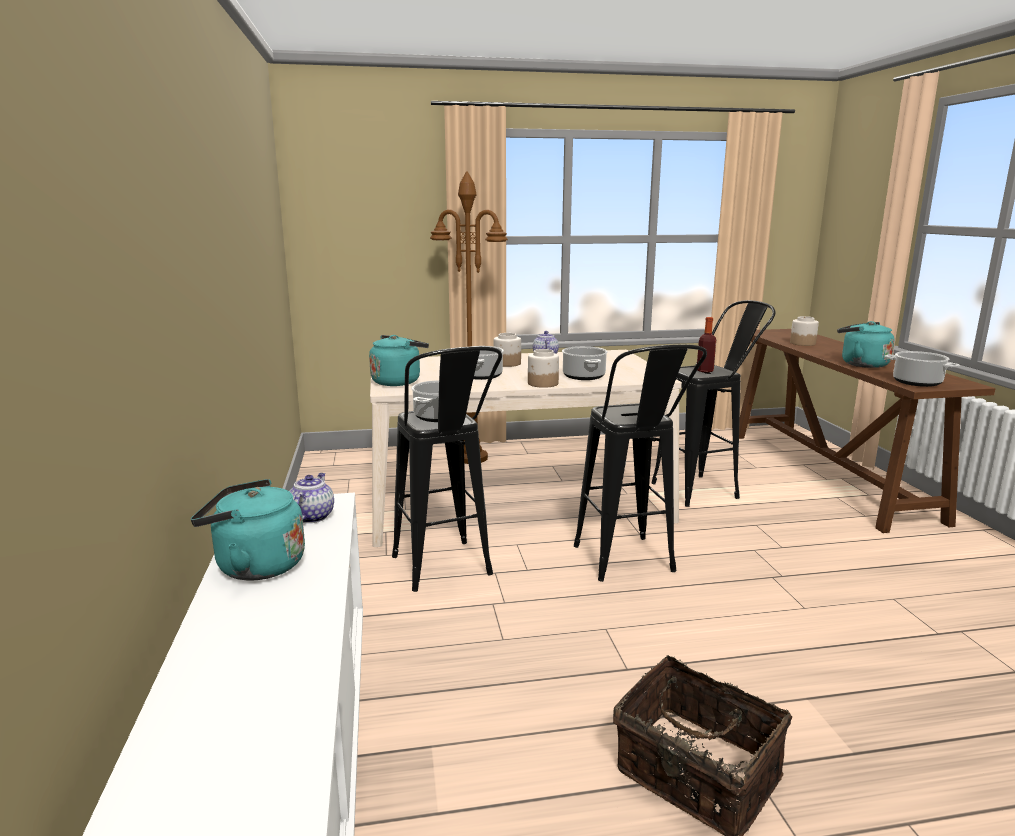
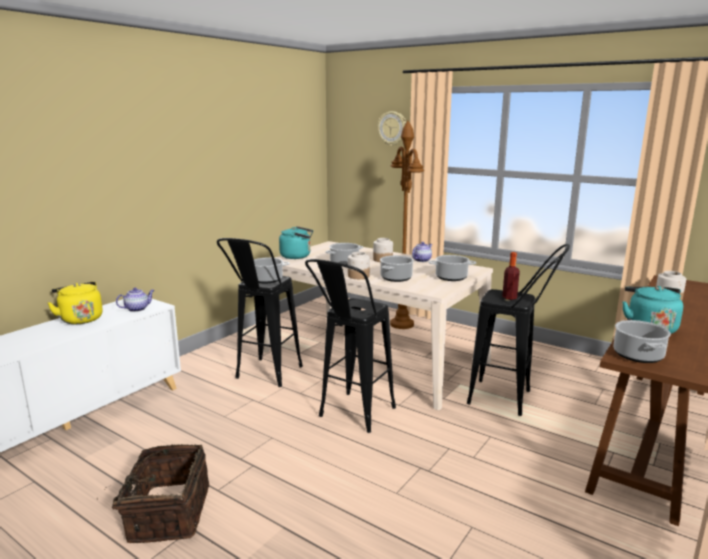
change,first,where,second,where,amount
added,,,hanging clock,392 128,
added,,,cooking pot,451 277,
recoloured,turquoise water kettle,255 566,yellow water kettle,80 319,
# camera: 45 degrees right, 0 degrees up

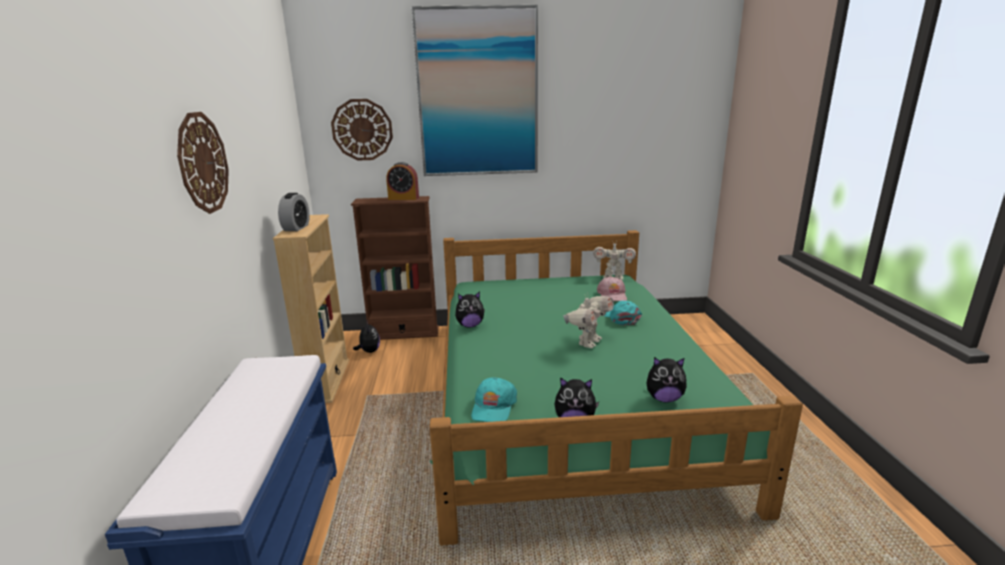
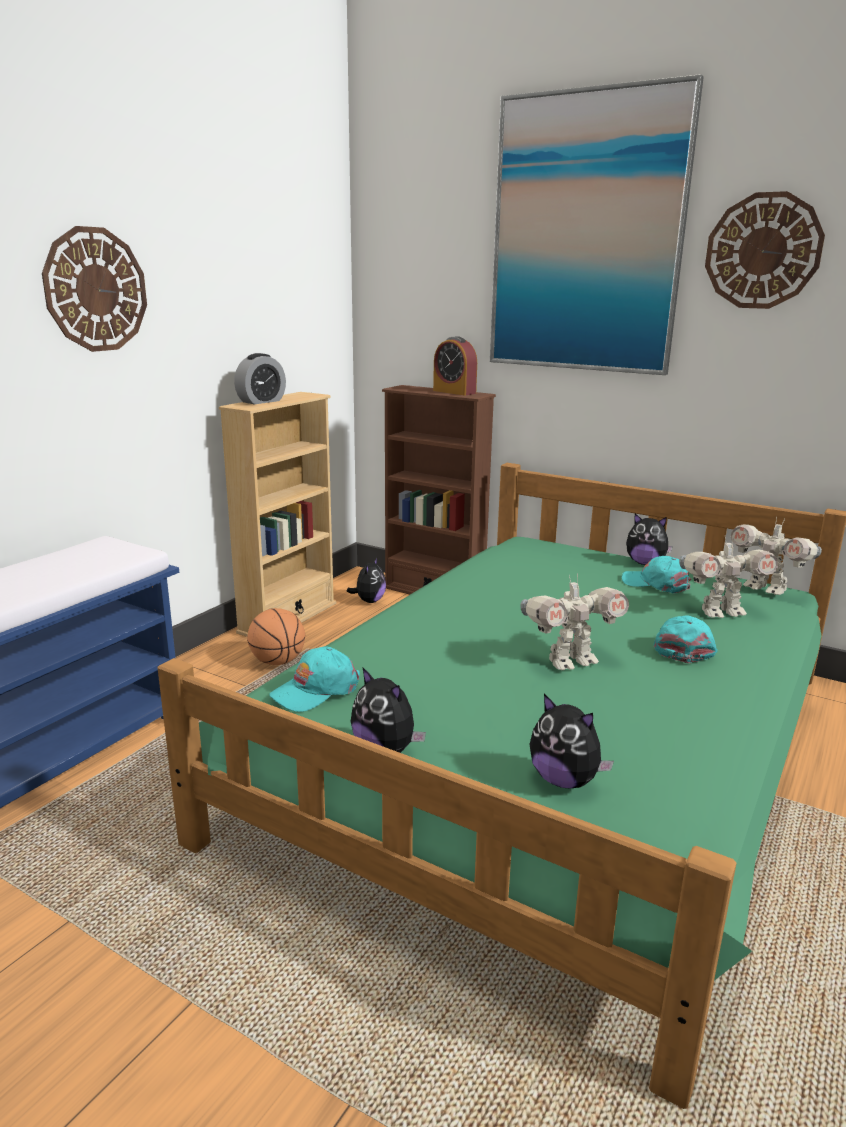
change,first,where,second,where,amount
added,,,ball for basketball,277 662,
added,,,turquoise cap,656 584,
moved,hanging clock,362 130,,763 251,
moved,soft toy,470 325,,645 563,
replaced,pinkish cap,612 295,toy robot,720 612,
# camera: 35 degrees right, 0 degrees up

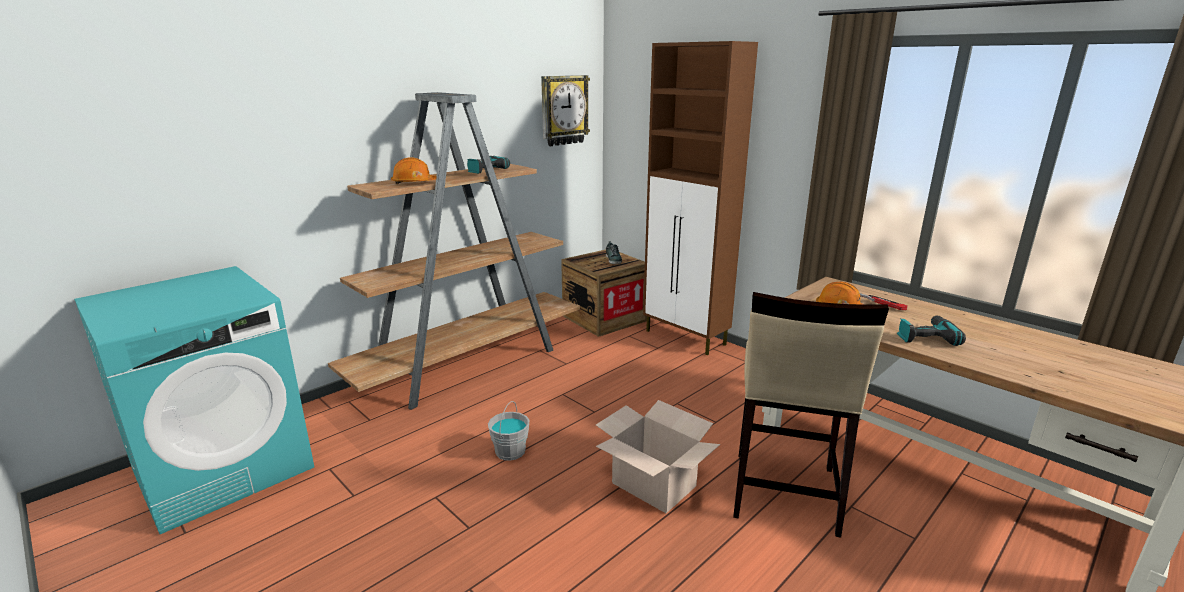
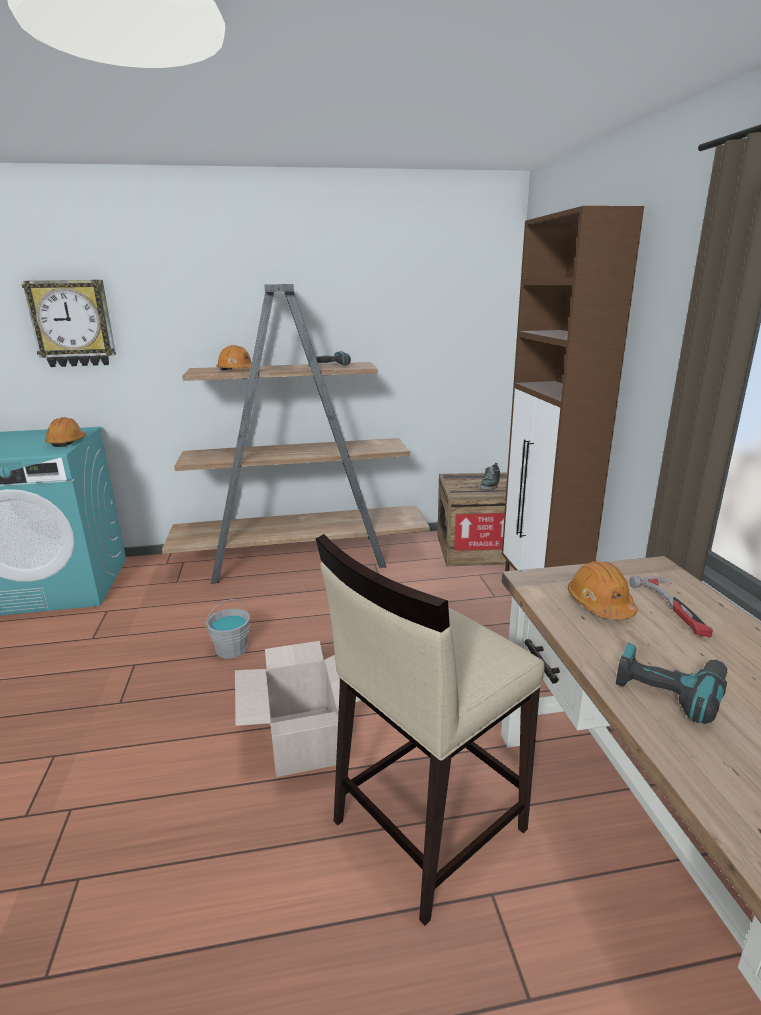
change,first,where,second,where,amount
added,,,orange safety helmet,67 442,
moved,hanging clock,564 110,,73 324,
# camera: 35 degrees right, 0 degrees up

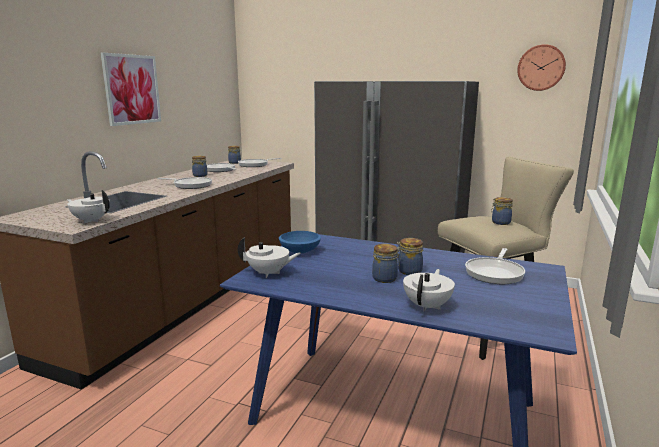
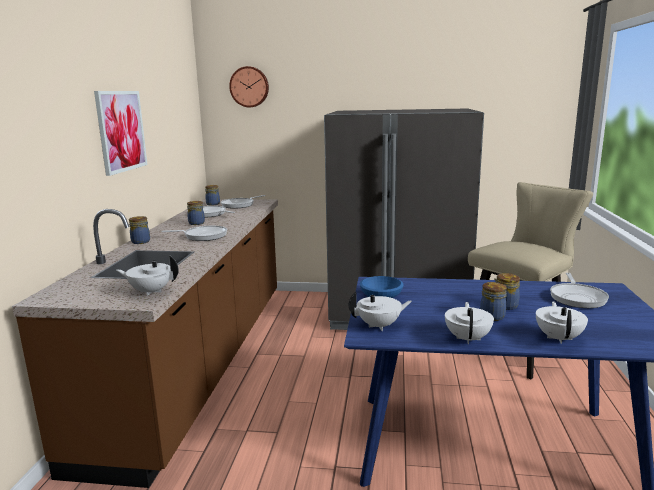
change,first,where,second,where,amount
added,,,whitish pot for tea,468 338,
moved,preserve jar,500 222,,140 241,
moved,hanging clock,541 68,,249 87,
# camera: 15 degrees left, 0 degrees up

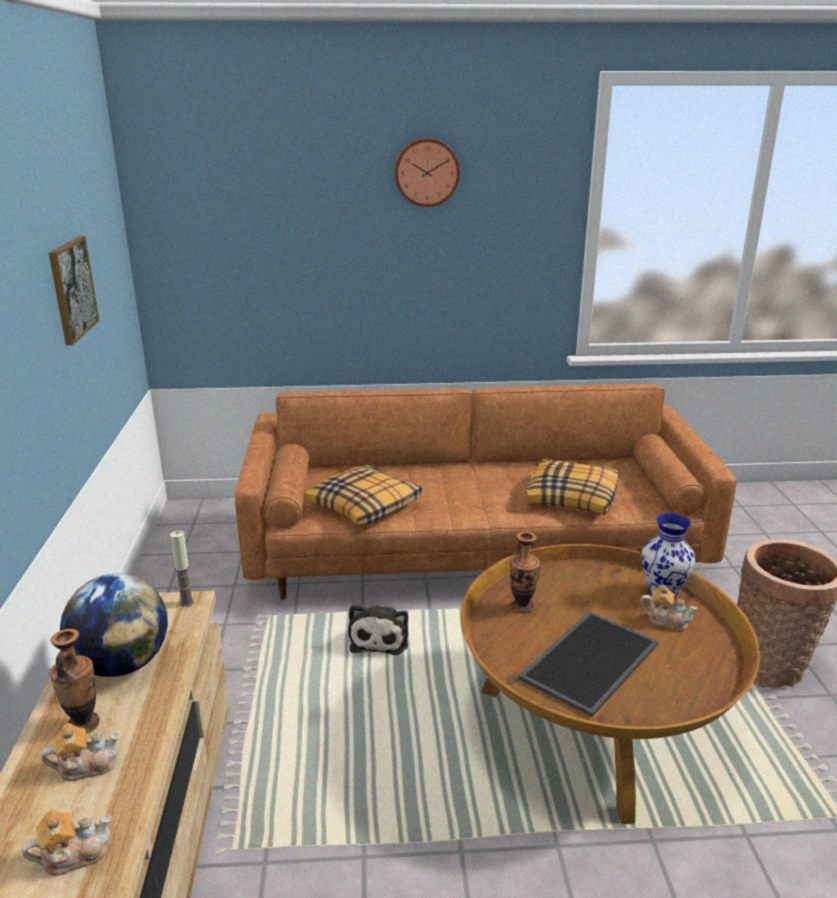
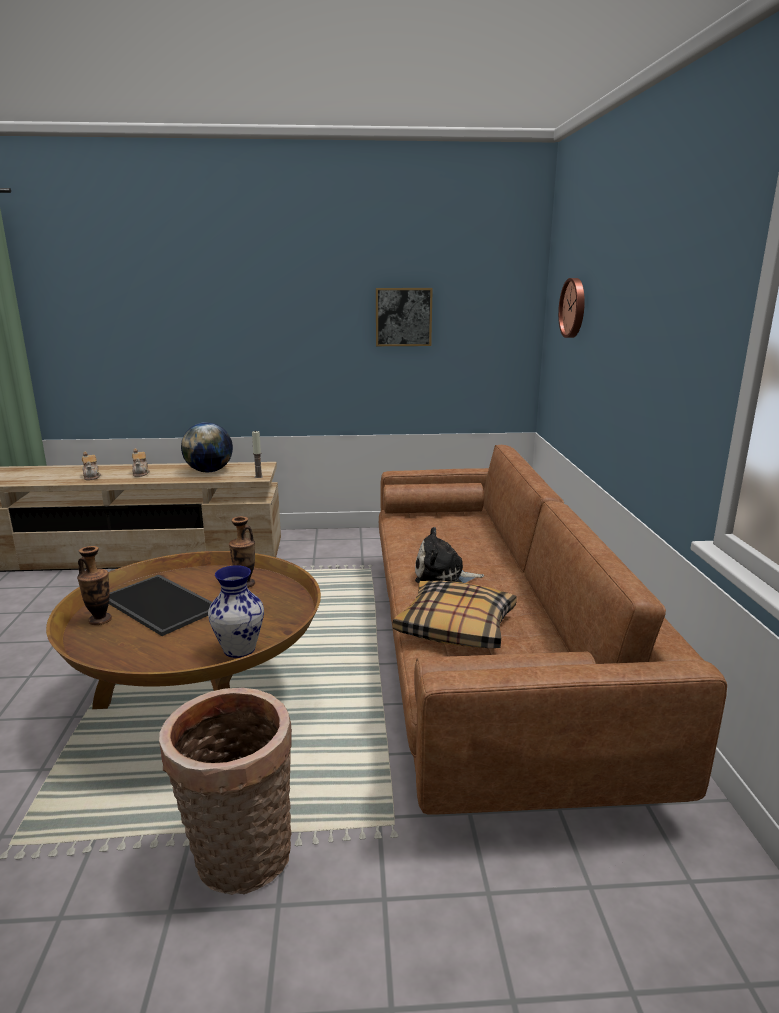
change,first,where,second,where,amount
removed,cushion,364 506,,,
removed,pot for tea,666 620,,,
moved,flower vase,83 724,,100 620,
moved,soft toy,380 638,,443 577,
moved,hanging clock,426 172,,574 308,
# camera: 90 degrees right, 5 degrees down

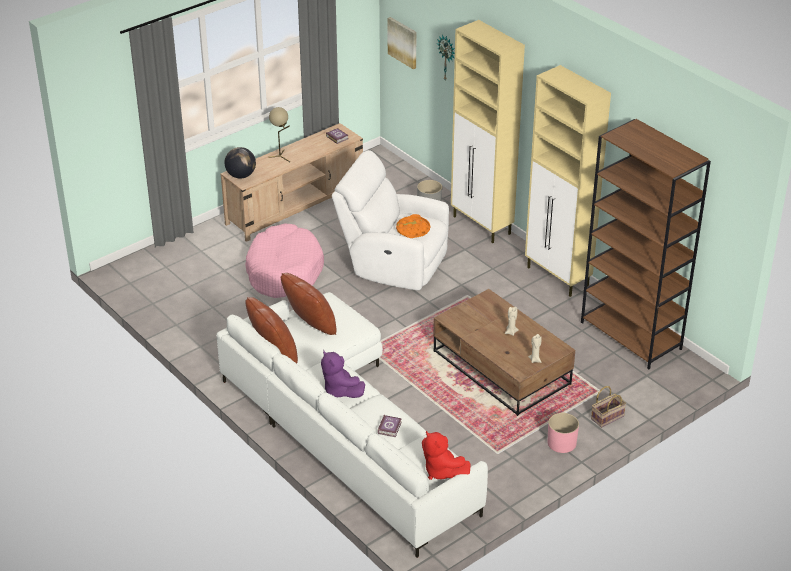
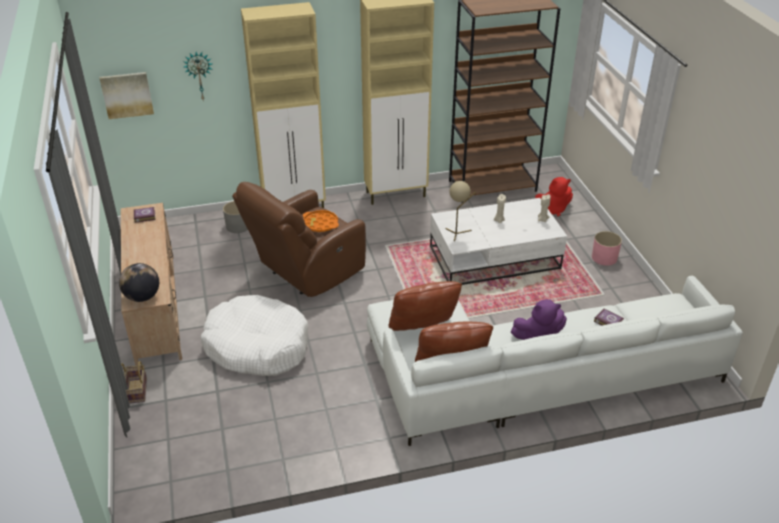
change,first,where,second,where,amount
moved,beige-coloured lamp for a table,281 157,,458 233,
moved,red-coloured soft toy,441 471,,552 209,
moved,storage basket,607 417,,136 390,
recoloured,pinkish dog cushion,284 271,whitish dog cushion,257 346,
recoloured,whitish armchair,393 263,brown armchair,305 272,
recoloured,brown low table,500 367,whitish low table,493 258,
# camera: 65 degrees left, 0 degrees up

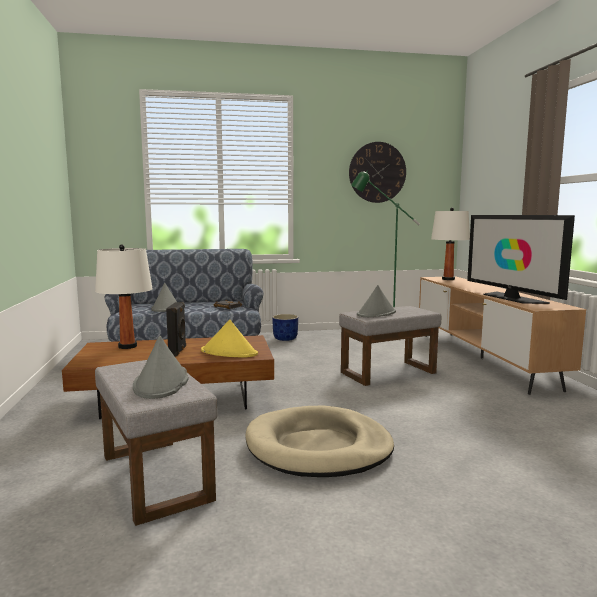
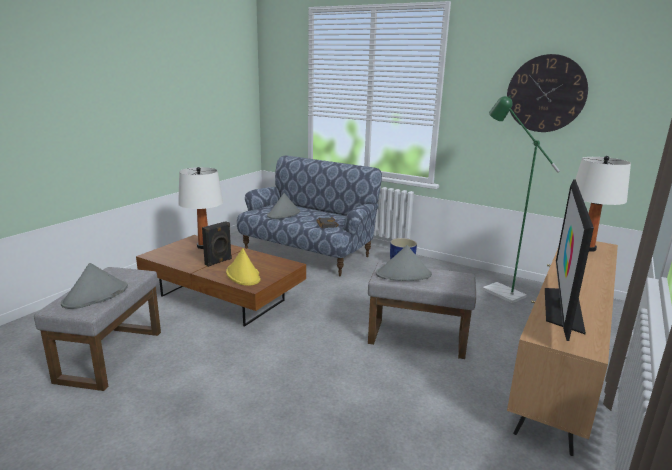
change,first,where,second,where,amount
removed,beige-coloured dog cushion,318 447,,,
# camera: 40 degrees right, 10 degrees up

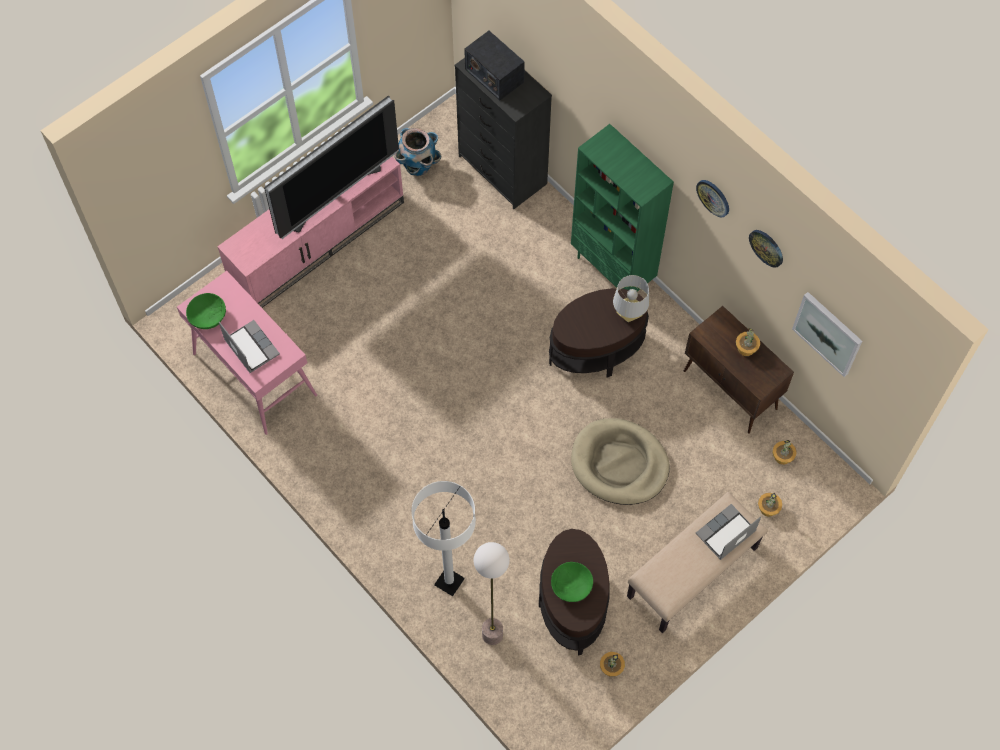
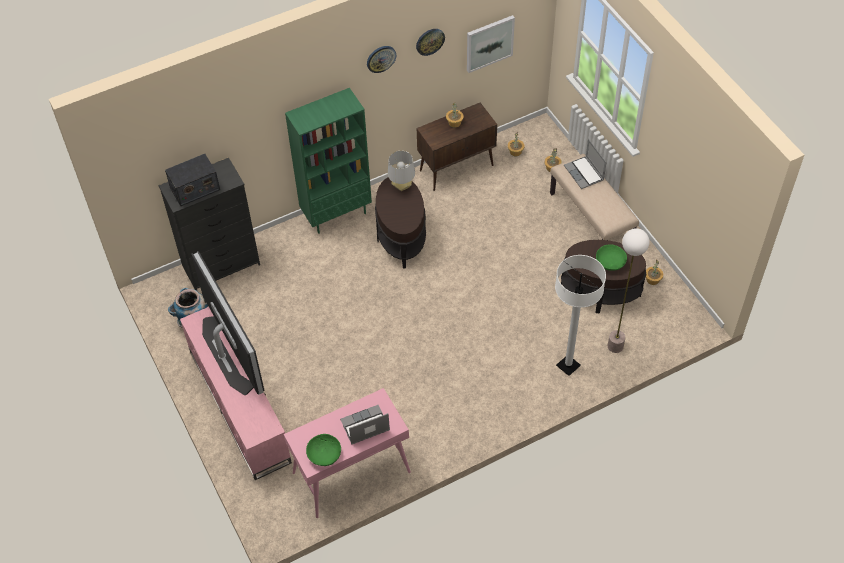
change,first,where,second,where,amount
removed,beige-coloured dog cushion,619 464,,,
# camera: 75 degrees left, 10 degrees down

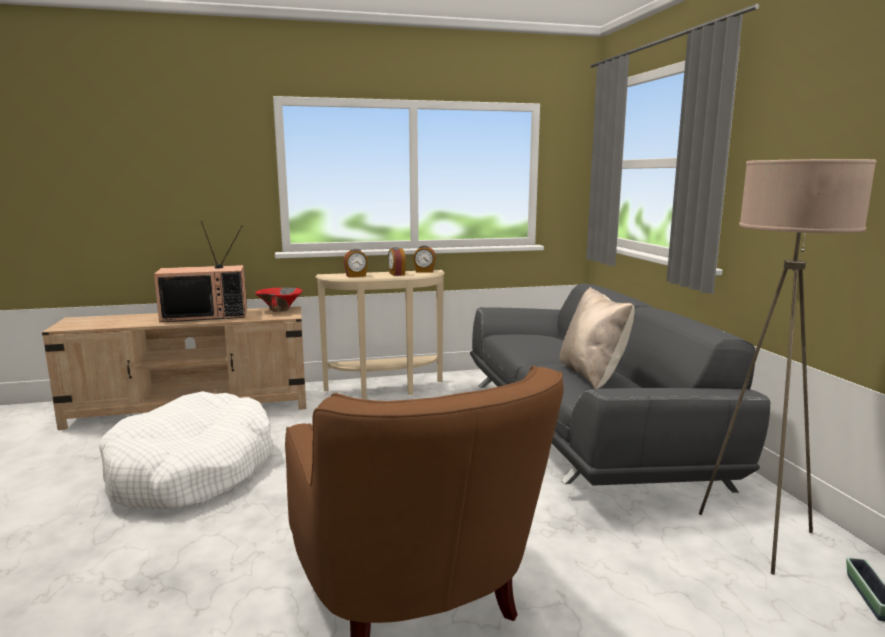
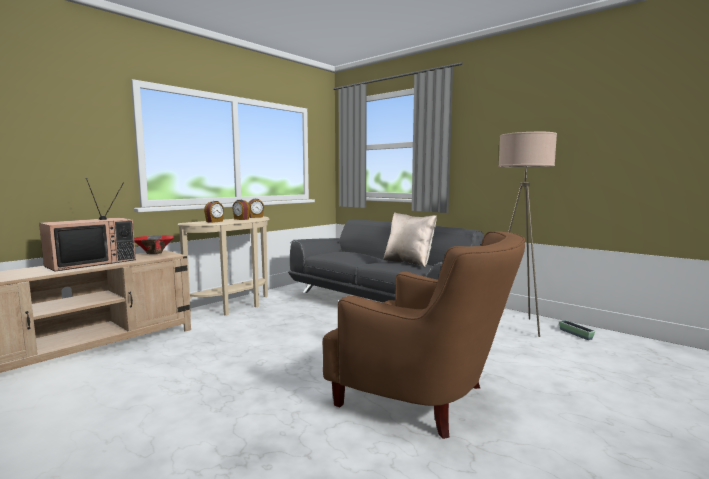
change,first,where,second,where,amount
removed,whitish dog cushion,192 471,,,
# camera: 35 degrees left, 5 degrees down

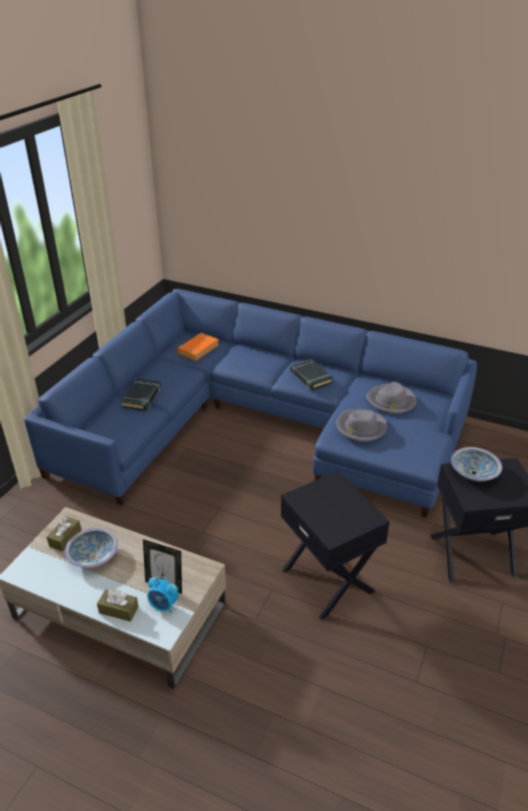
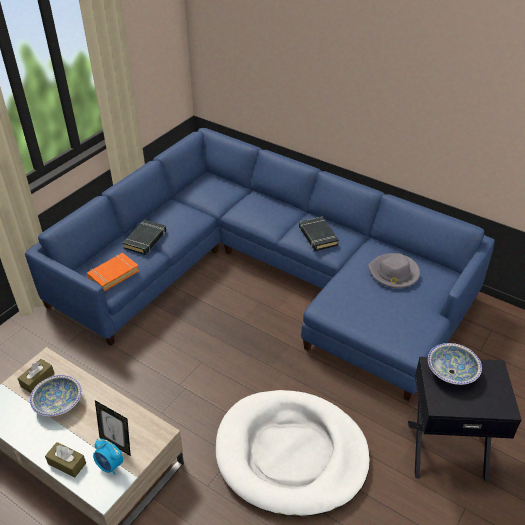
change,first,where,second,where,amount
removed,greyish hat,360 427,,,
moved,orange bound book,198 349,,113 274,
replaced,blackish end table,329 580,whitish dog cushion,291 454,
# camera: 10 degrees right, 5 degrees up

